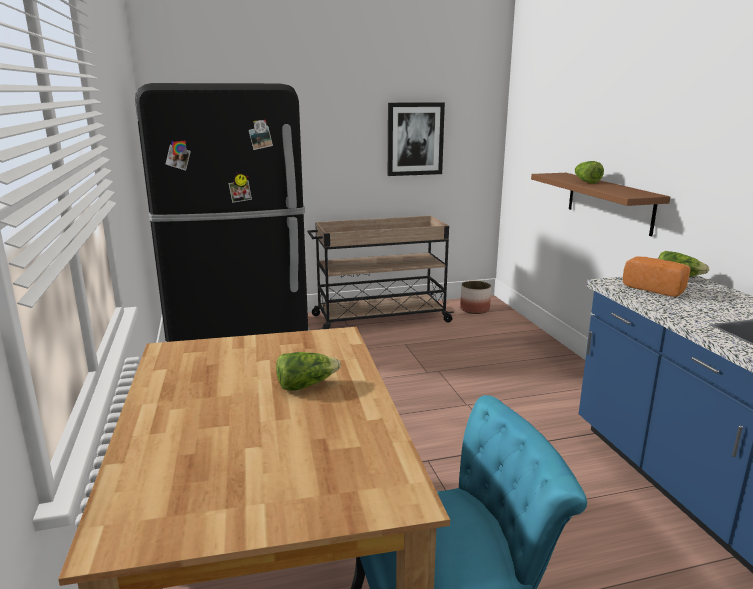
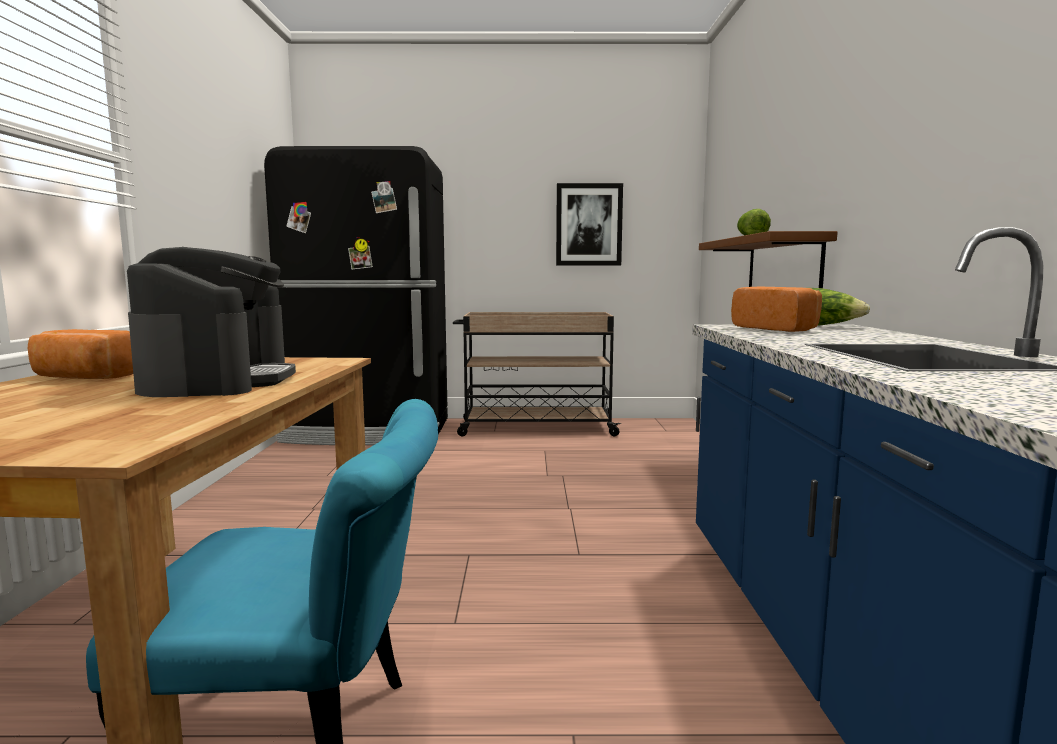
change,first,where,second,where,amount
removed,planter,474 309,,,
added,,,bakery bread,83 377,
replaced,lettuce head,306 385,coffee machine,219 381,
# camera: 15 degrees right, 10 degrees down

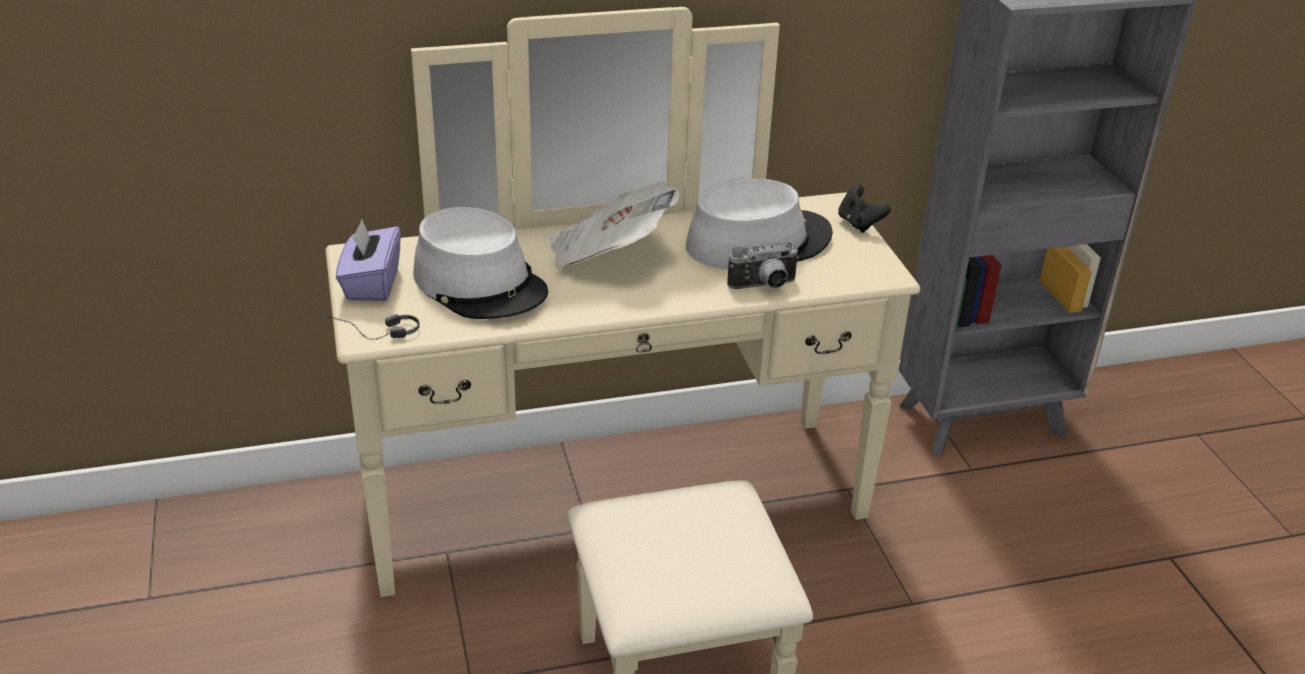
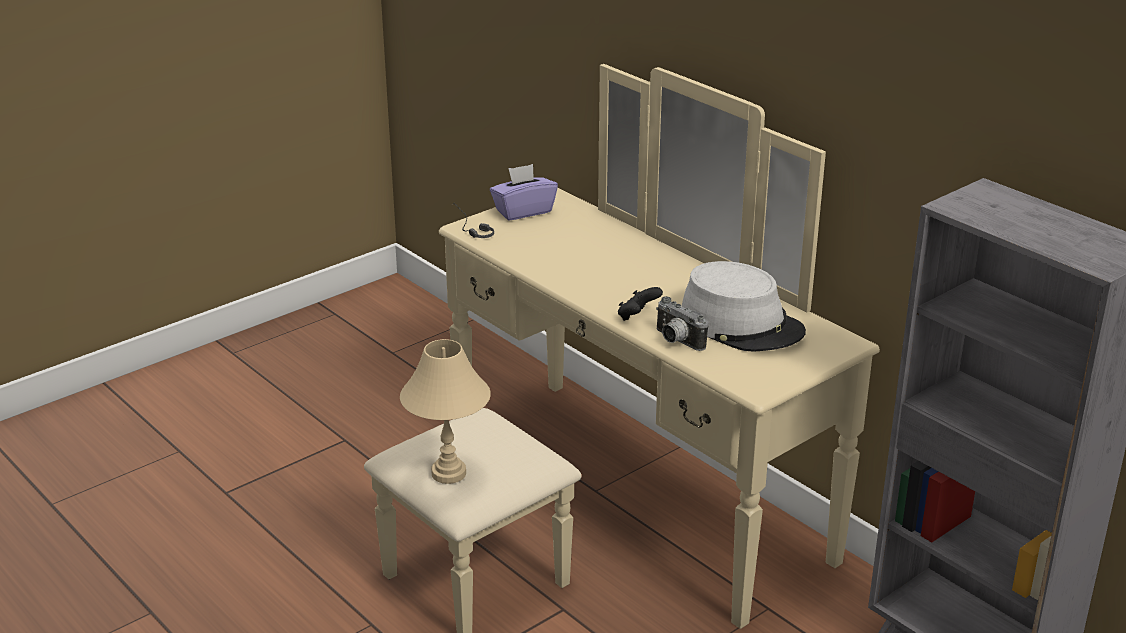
change,first,where,second,where,amount
removed,greyish hat,480 283,,,
removed,newspaper,609 254,,,
added,,,beige-coloured lamp for a table,449 473,
moved,blackish gamepad,859 224,,637 317,
# camera: 65 degrees right, 5 degrees down

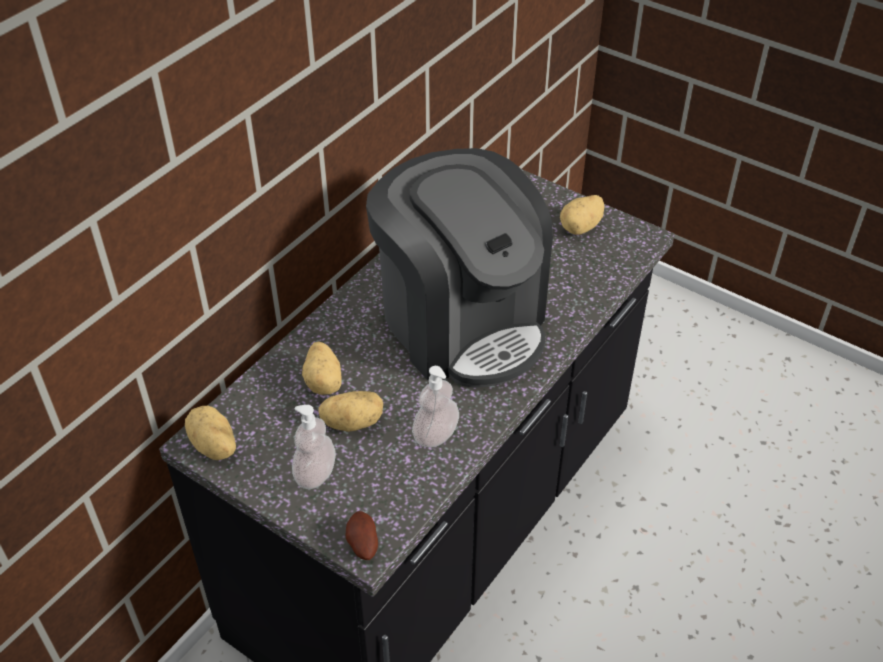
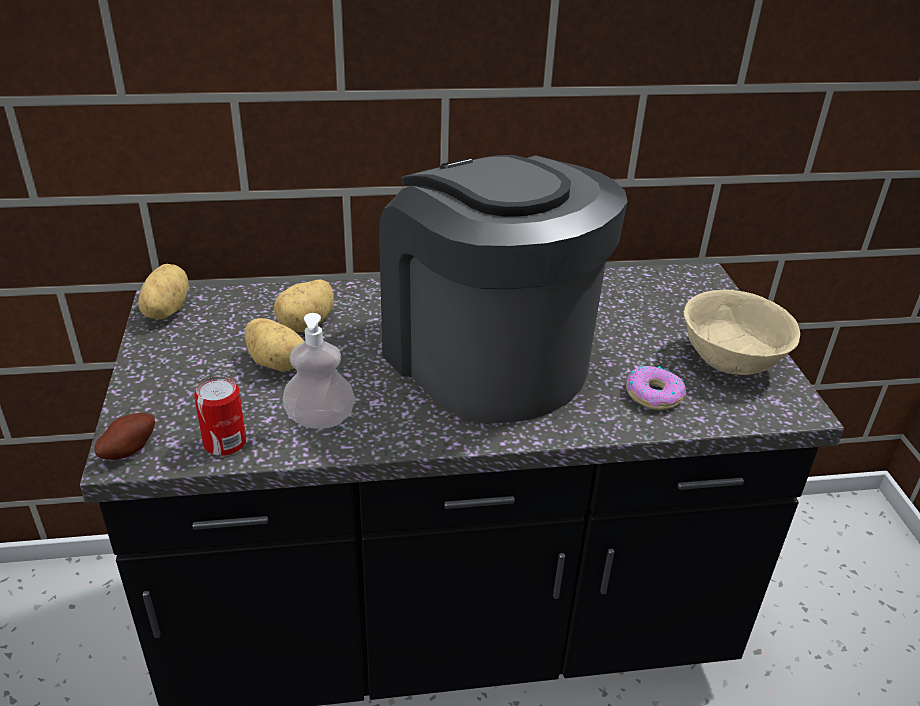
change,first,where,second,where,amount
removed,liquid soap bottle,315 474,,,
added,,,can,225 443,
added,,,ring doughnut,653 395,
replaced,spud,582 227,beige-coloured deep dish,732 361,
turned,coffee machine,462 322,,486 357,135 degrees clockwise
# camera: 45 degrees right, 10 degrees down

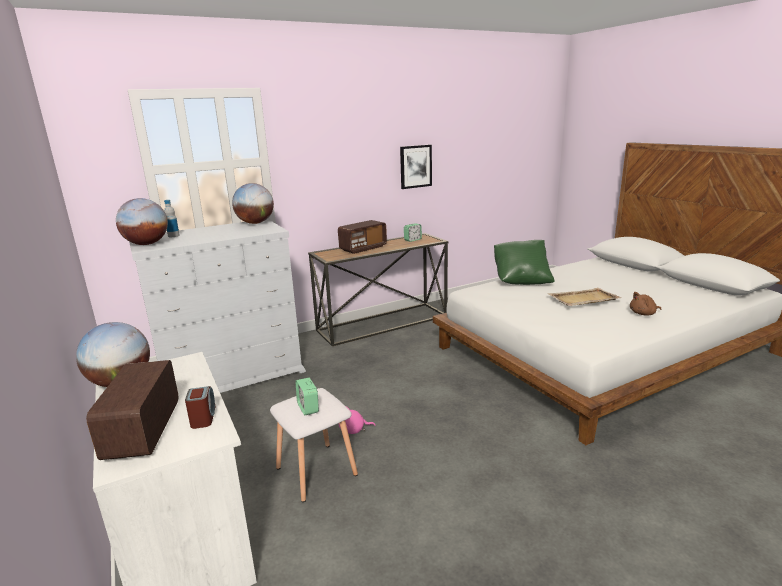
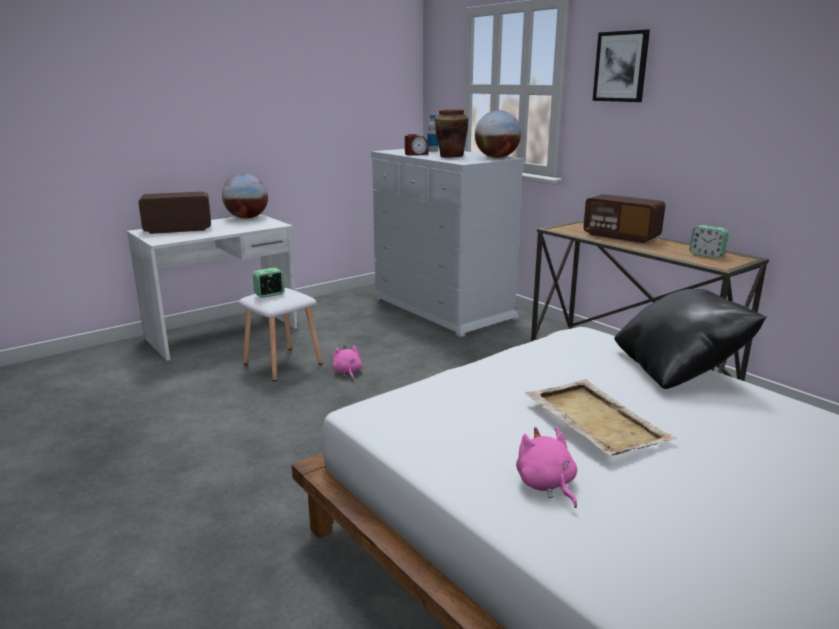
change,first,where,second,where,amount
removed,globe,146 244,,,
added,,,brown flower vase,451 156,
moved,table clock,203 417,,416 154,
moved,wall picture,415 166,,621 66,
recoloured,greenish cushion,521 280,blackish cushion,678 370,
recoloured,brown soft toy,643 314,pinkish soft toy,546 485,
# camera: 80 degrees right, 0 degrees up

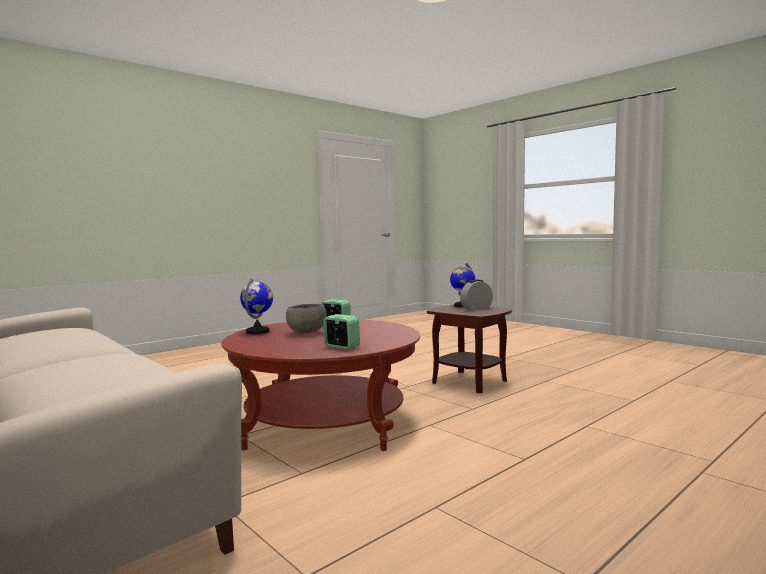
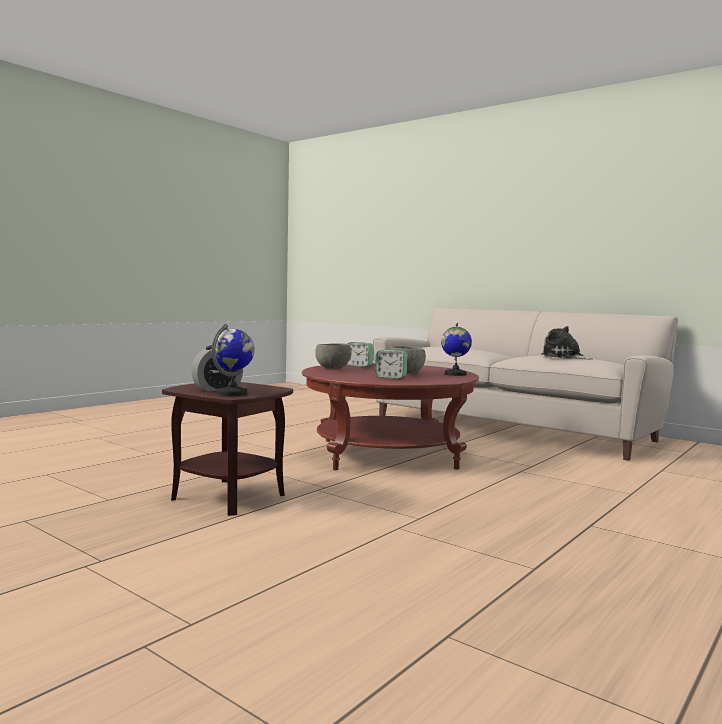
change,first,where,second,where,amount
added,,,greyish deep dish,333 368,
added,,,soft toy,564 357,
# camera: 170 degrees right, 0 degrees up

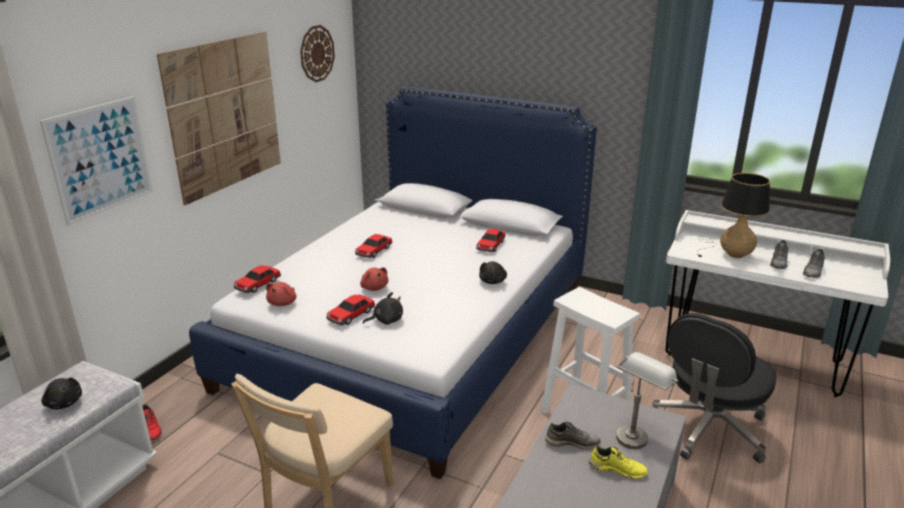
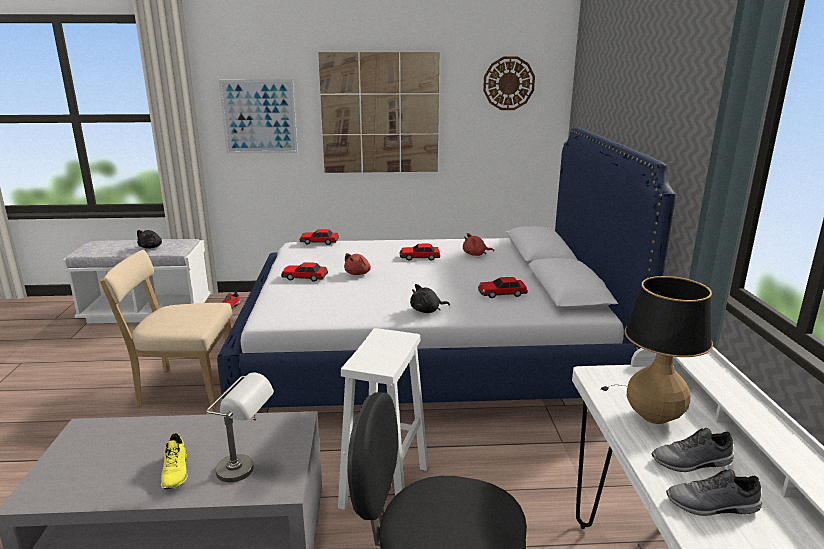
change,first,where,second,where,amount
removed,blackish soft toy,386 320,,,
removed,greyish low shoe,572 442,,,
moved,red-coloured soft toy,283 303,,475 254,
# camera: 60 degrees right, 5 degrees down

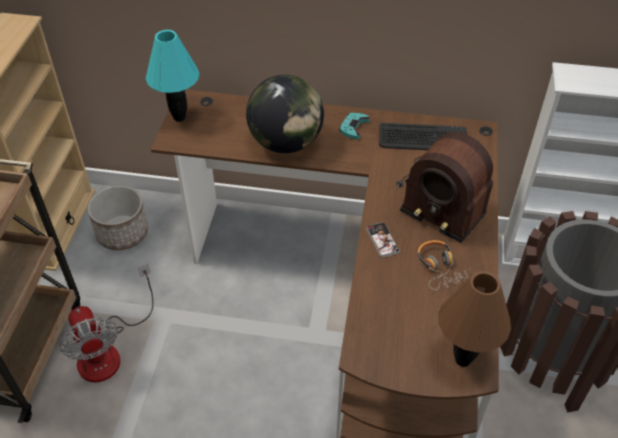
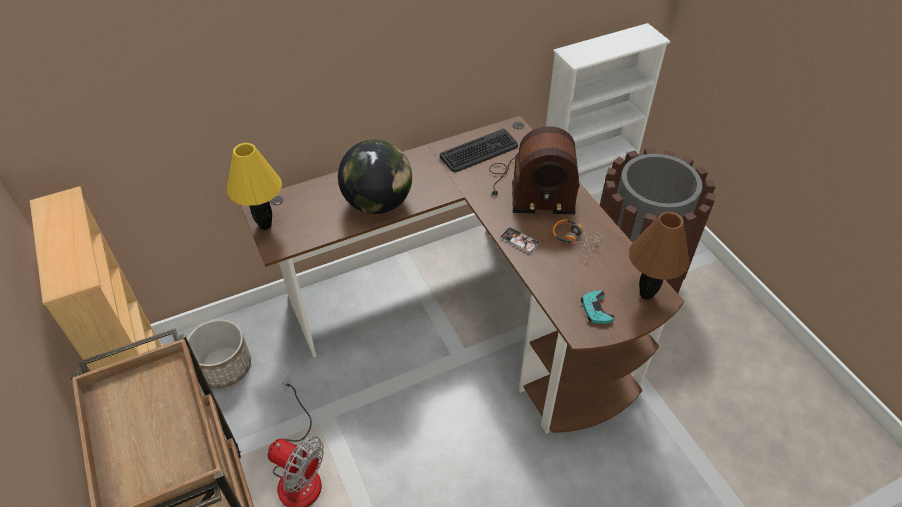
change,first,where,second,where,amount
moved,turquoise gamepad,353 127,,596 310,
recoloured,turquoise lamp for a table,179 118,yellow lamp for a table,265 225,
# camera: 35 degrees left, 0 degrees up

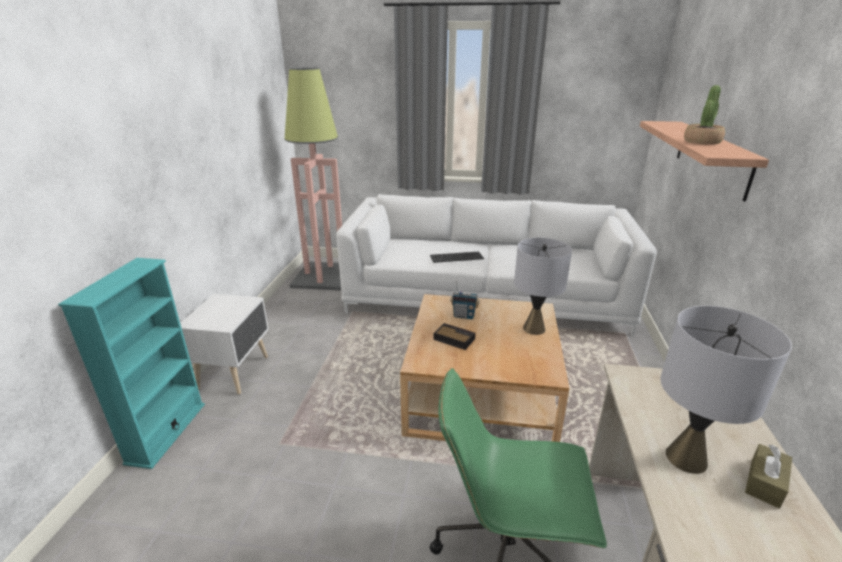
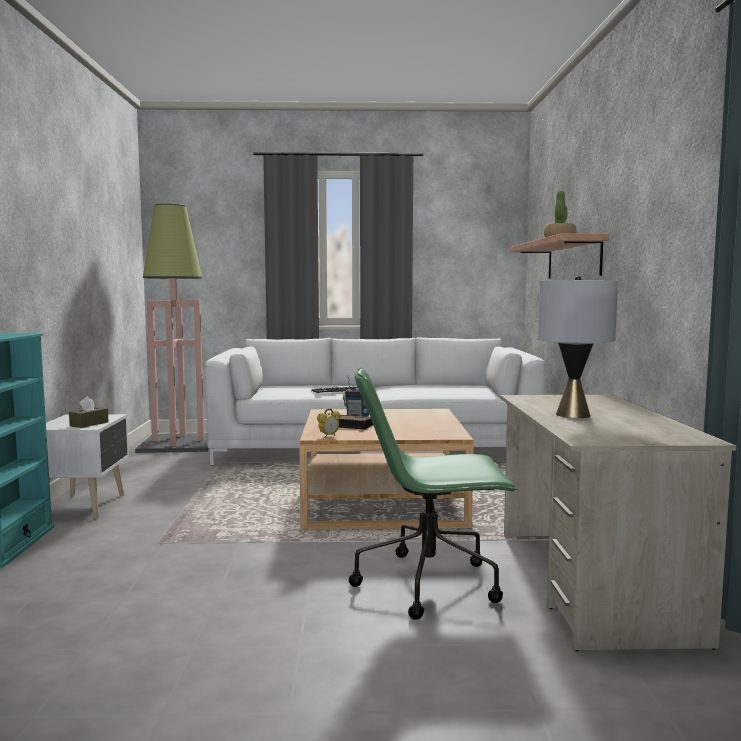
change,first,where,second,where,amount
removed,greyish lamp for a table,533 328,,,
added,,,table clock,329 436,
moved,brown box of tissues,764 483,,89 424,
# camera: 10 degrees left, 20 degrees down

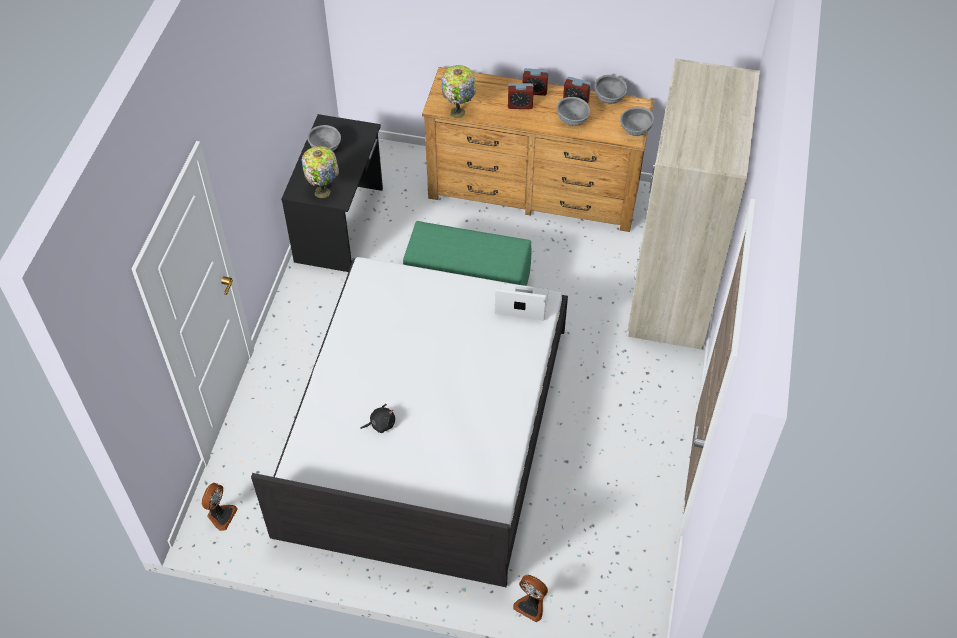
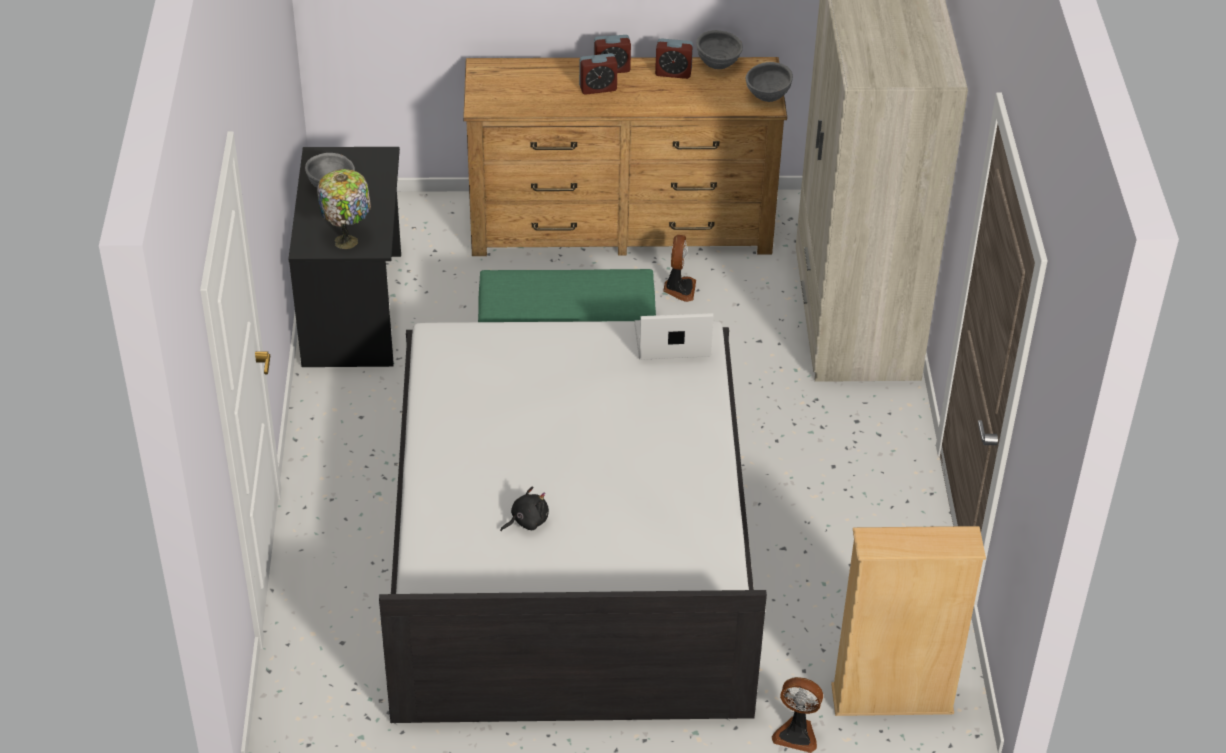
change,first,where,second,where,amount
removed,lamp for a table,459 112,,,
removed,greyish deep dish,572 122,,,
added,,,beige-coloured bookcase,892 700,
moved,electric fan,220 515,,679 288,
# camera: 15 degrees left, 10 degrees down

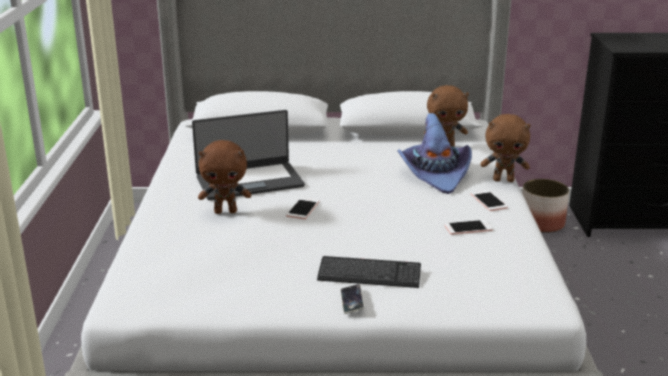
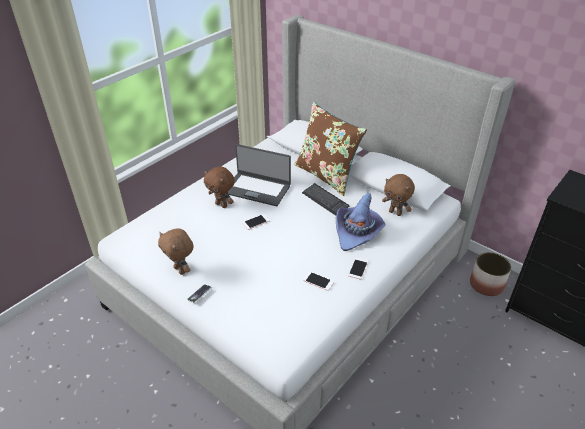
change,first,where,second,where,amount
added,,,brown cushion,327 175,
moved,computer keyboard,369 274,,325 200,
moved,brown soft toy,503 180,,181 270,
# camera: 40 degrees right, 15 degrees up

